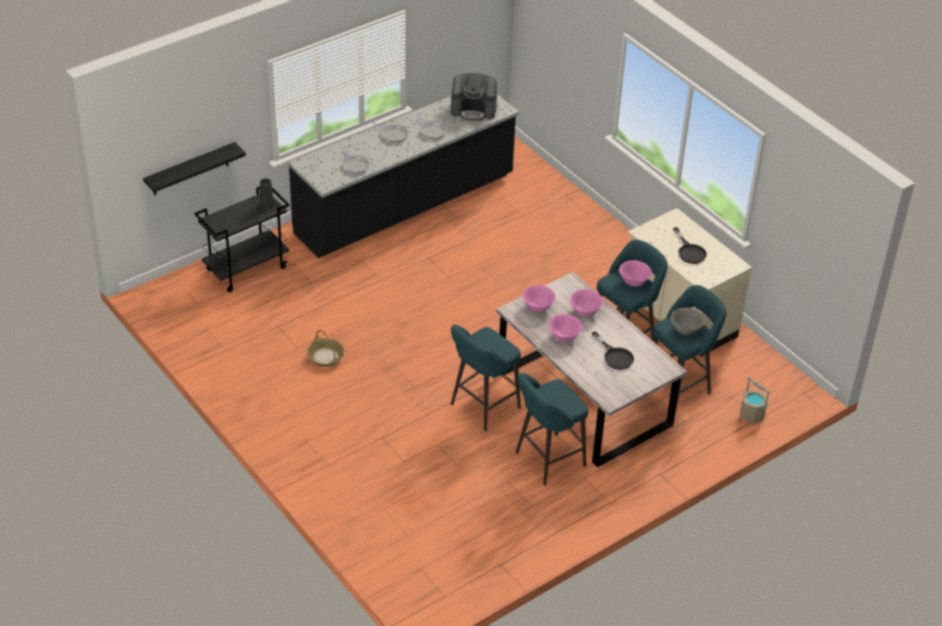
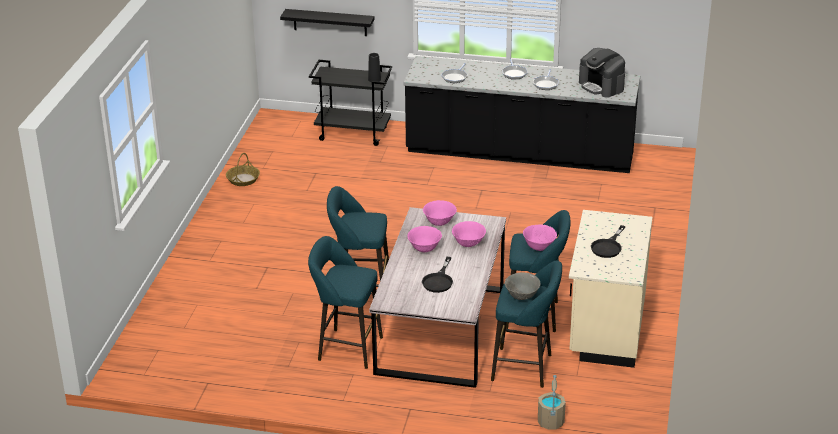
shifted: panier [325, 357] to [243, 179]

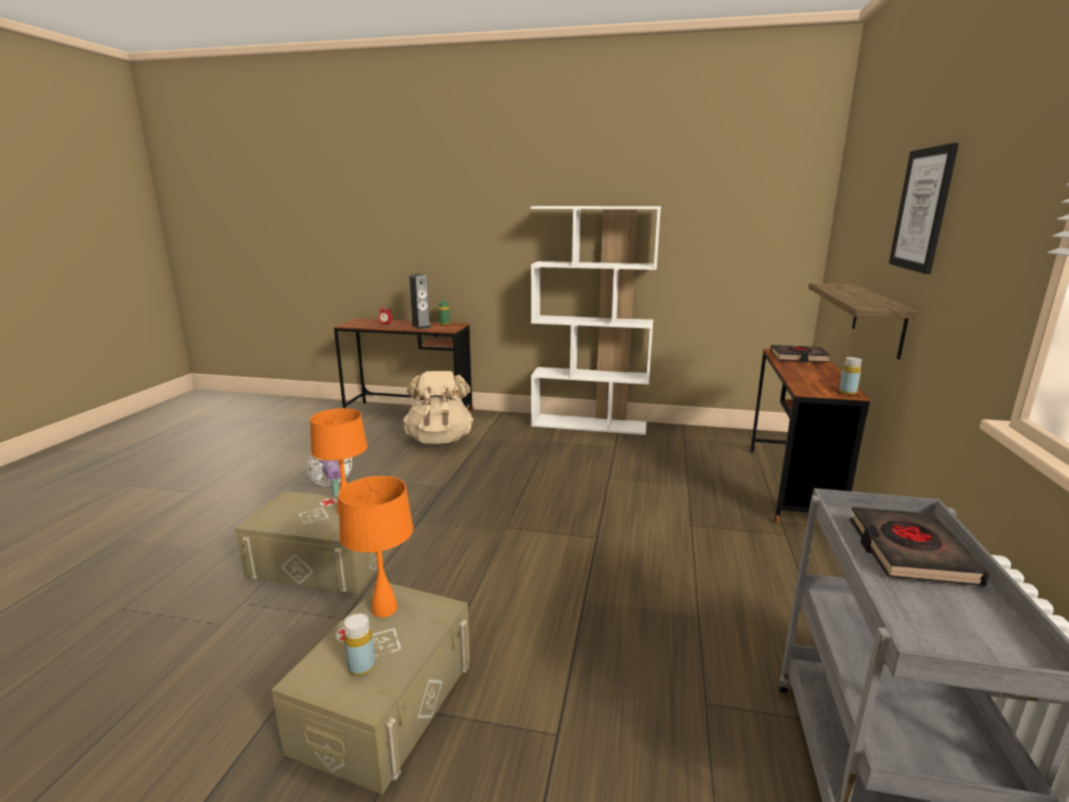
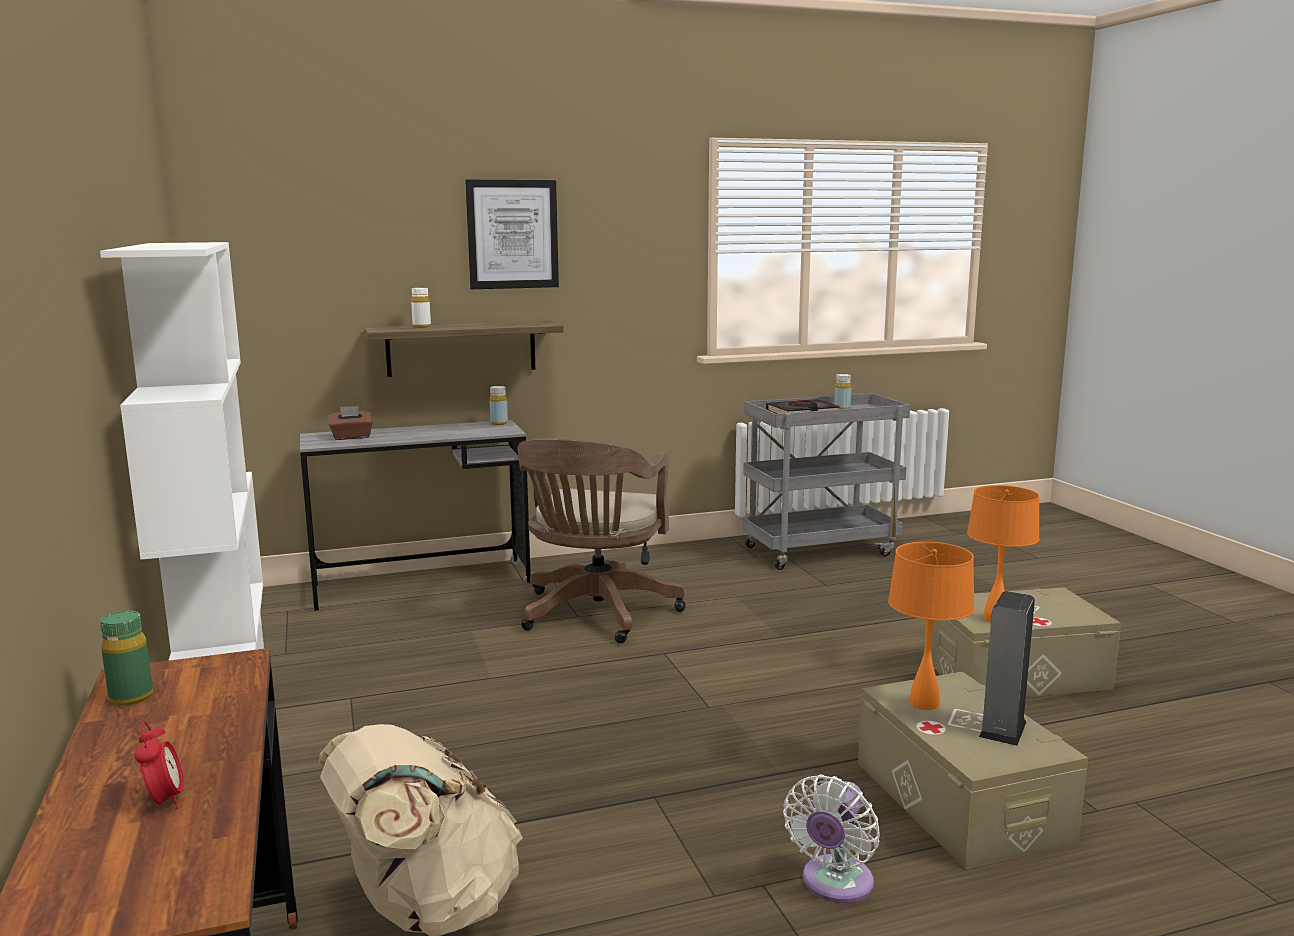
new: bouteille/blanc [421, 327]; chaise de bureau/marron [596, 615]
shifted: enceinte [421, 326] to [1002, 729]; bouteille/jaune [361, 667] to [842, 409]
swapped: livre/noir [798, 357] to boîte à mouchoirs/marron [351, 437]
repainted: bureau/marron [791, 485] to bureau/gris [422, 585]

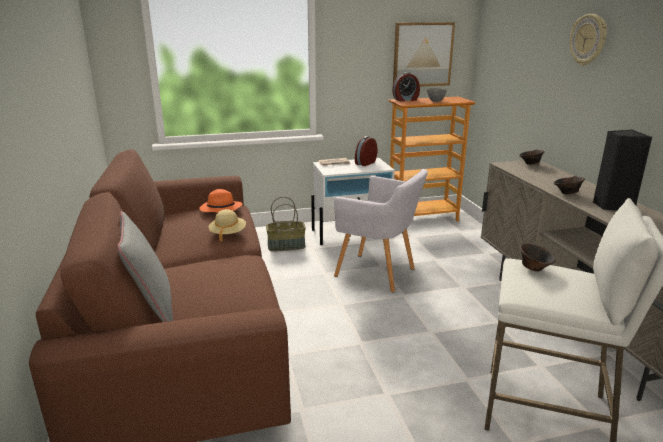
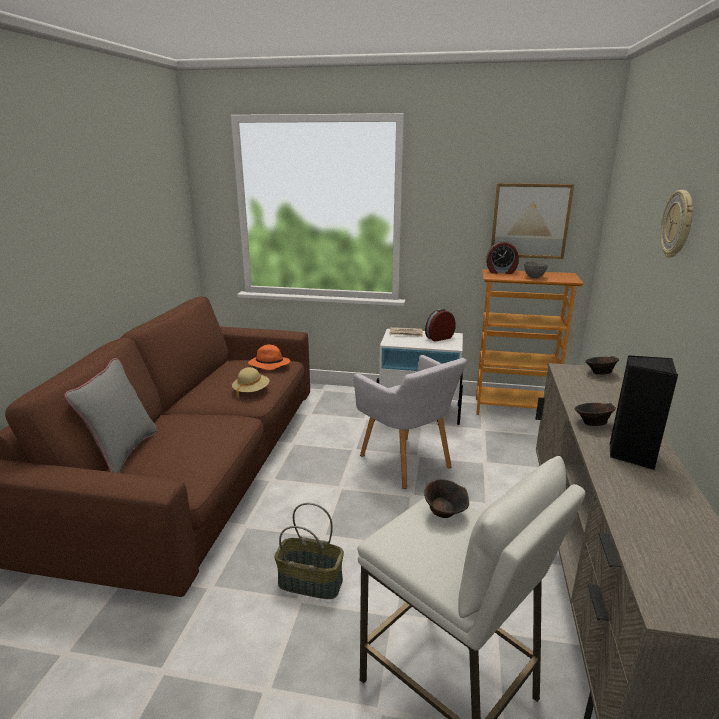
shifted: panier [286, 246] to [311, 582]

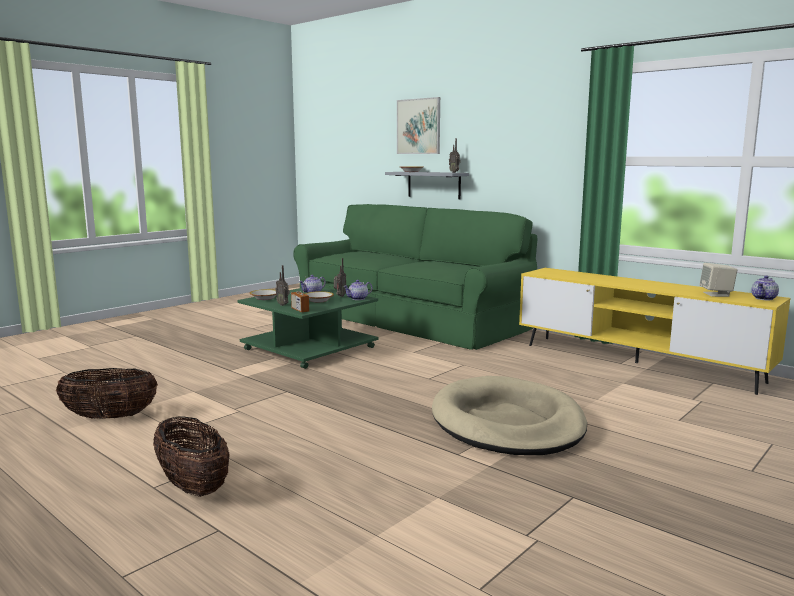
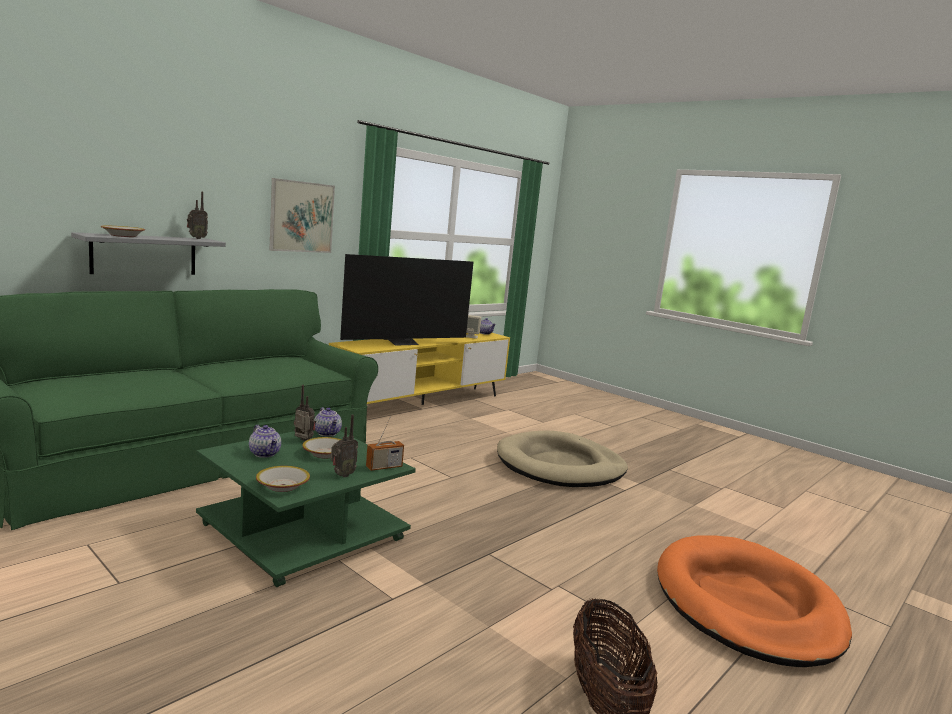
new: téléviseur [403, 343]
shifted: tableau [418, 126] to [301, 217]
swapped: panier [193, 486] to panier pour chien/orange [746, 605]

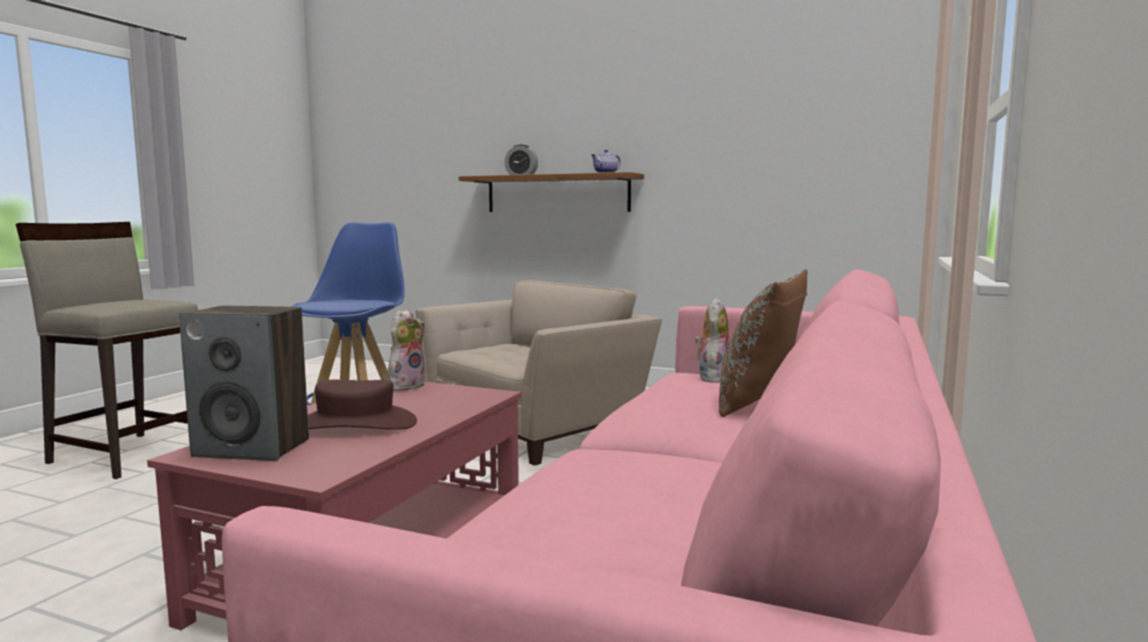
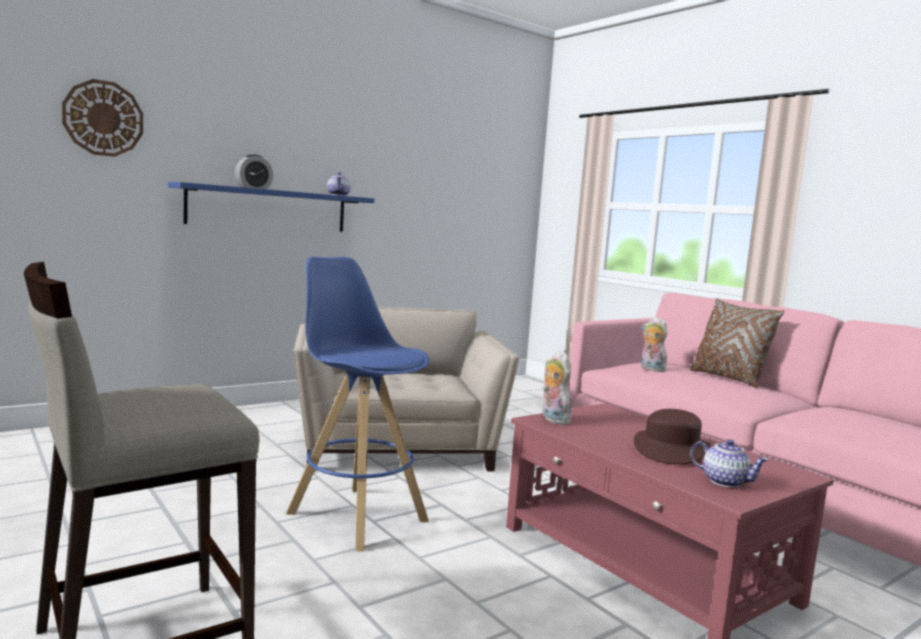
new: horloge murale [103, 118]
swapped: enceinte [253, 448] to théière [724, 481]
repainted: étagère/marron [557, 194] to étagère/bleu [269, 209]

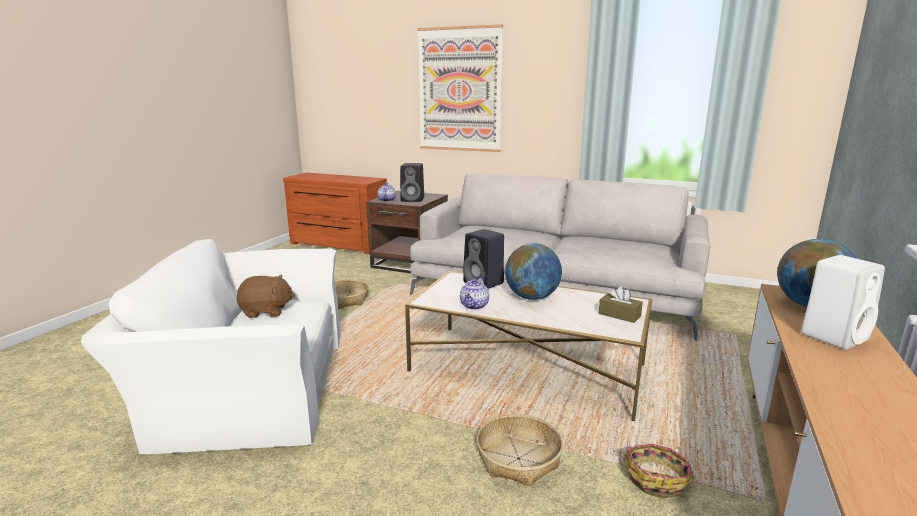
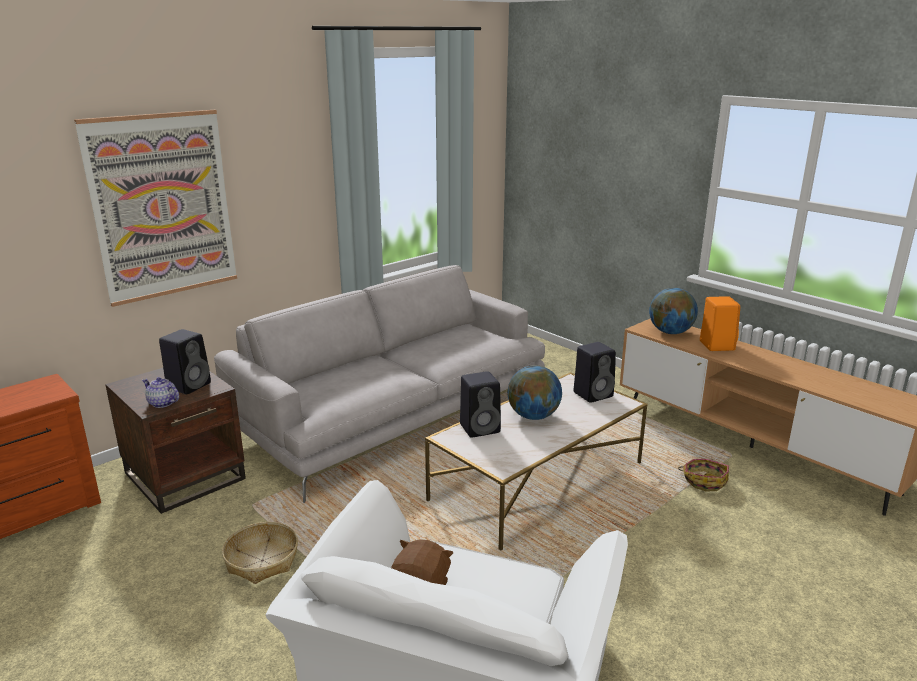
gone: théière [474, 306]; panier [519, 458]
swapped: boîte à mouchoirs/marron [619, 315] to enceinte/noir [593, 394]
repainted: enceinte/blanc [834, 336] to enceinte/orange [716, 345]

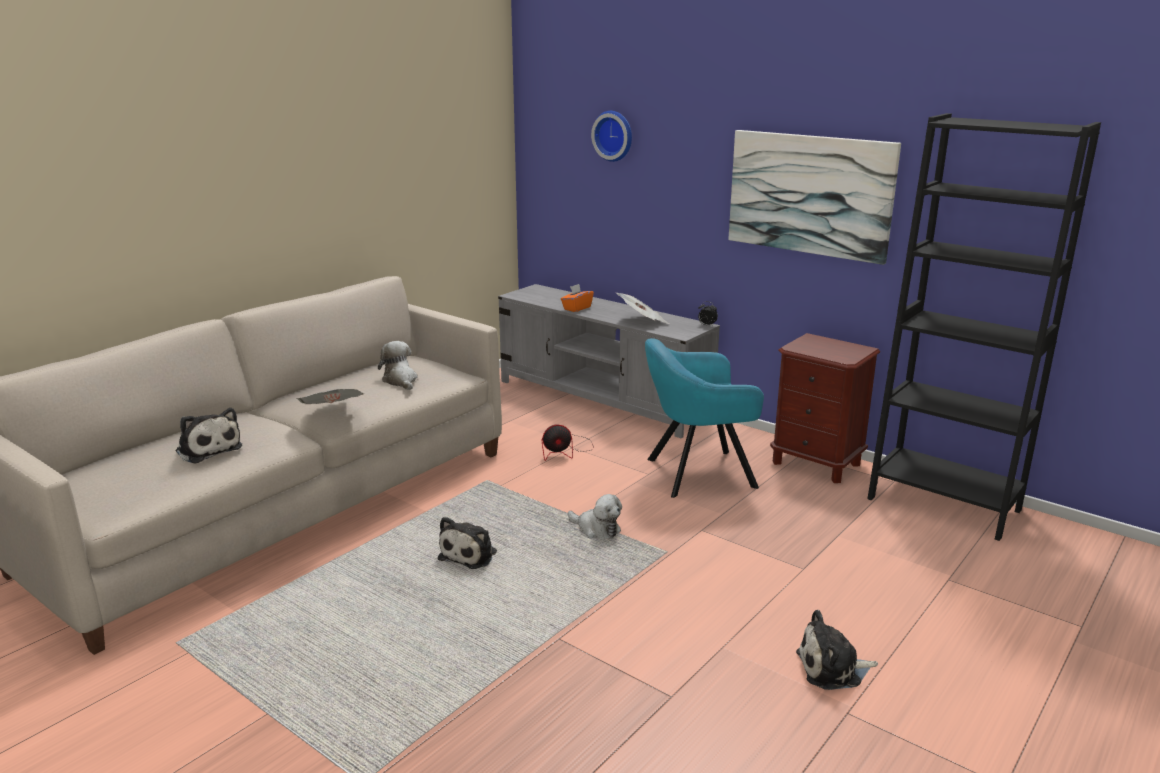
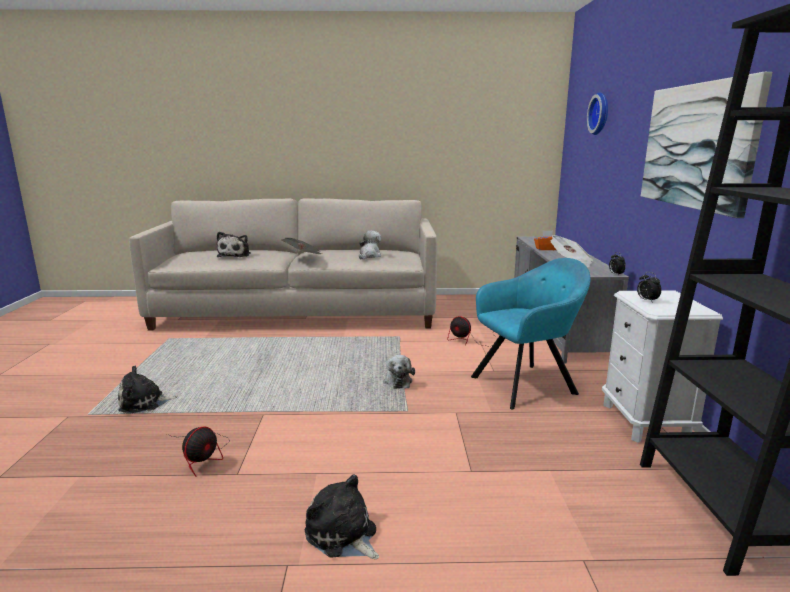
new: réveil [646, 300]; ventilateur [203, 455]
shifted: peluche [470, 554] to [145, 403]
repainted: table de chevet/marron [816, 463] to table de chevet/blanc [645, 421]
rotated: fauteuil/turquoise [696, 473] = [527, 384] 120 degrees clockwise

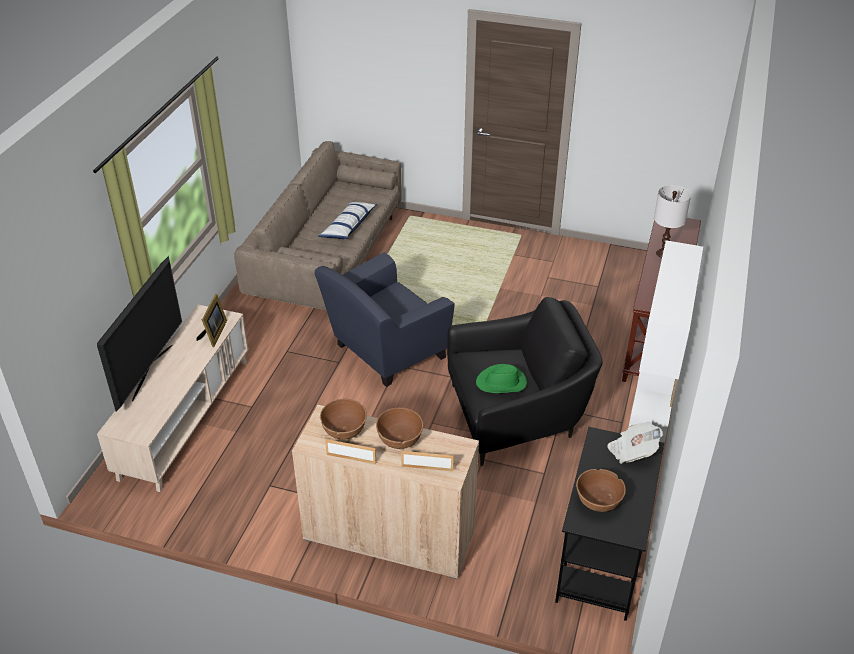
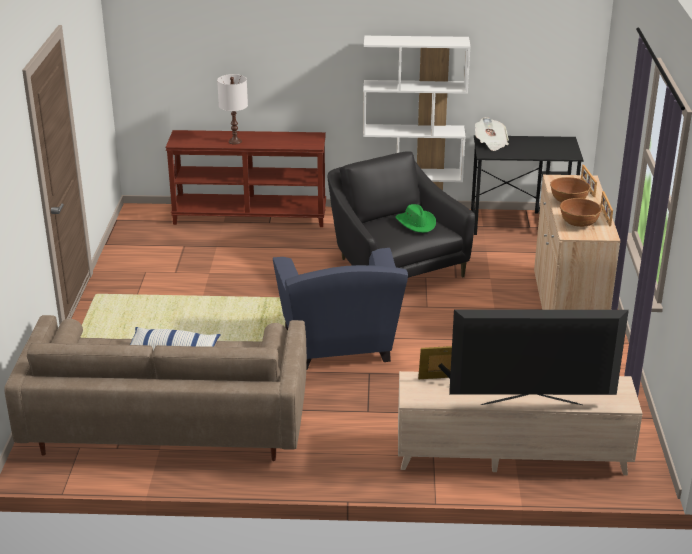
gone: bol/marron [598, 501]
rotated: fauteuil/bleu [385, 352] = [340, 347] 45 degrees clockwise

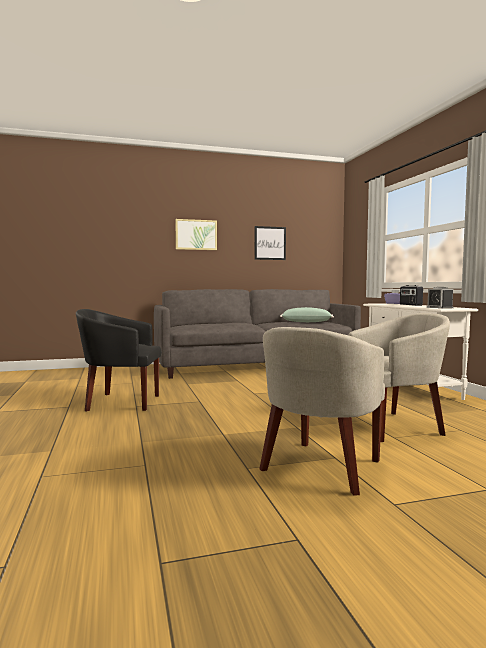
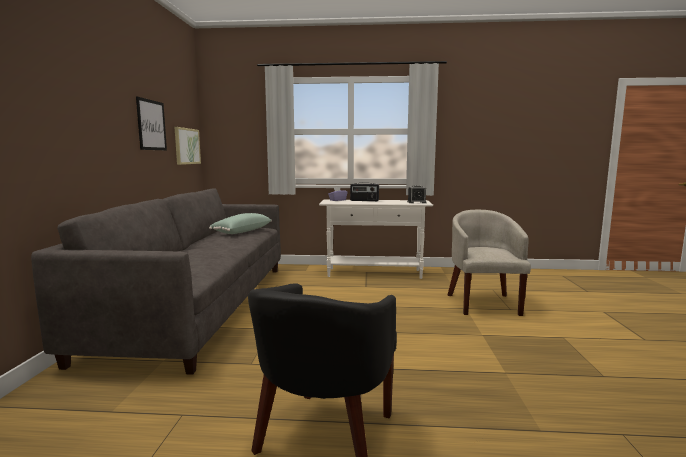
gone: fauteuil/beige [321, 468]
shifted: tableau [196, 235] to [187, 146]

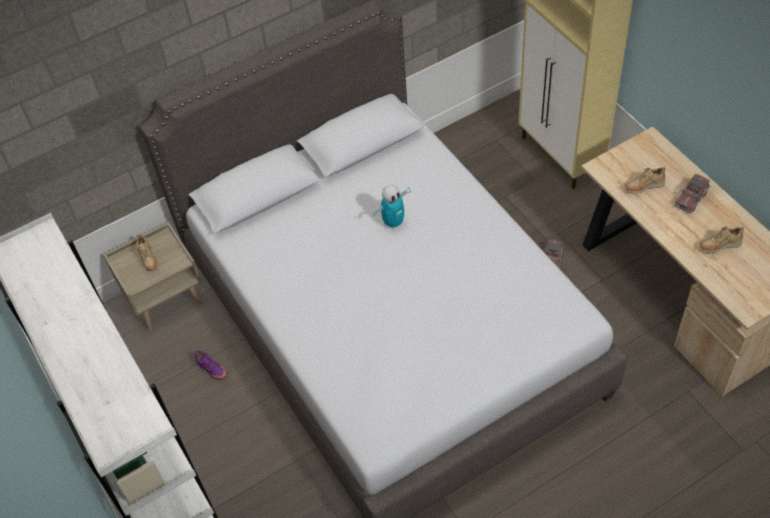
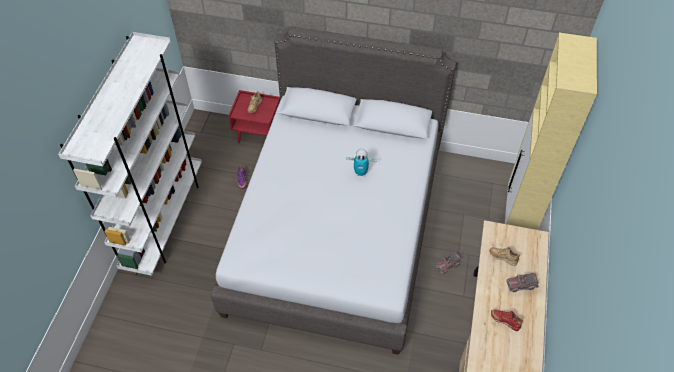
repainted: table de chevet/beige [166, 299] to table de chevet/rouge [259, 135]; chaussure/beige [719, 246] to chaussure/rouge [505, 321]

